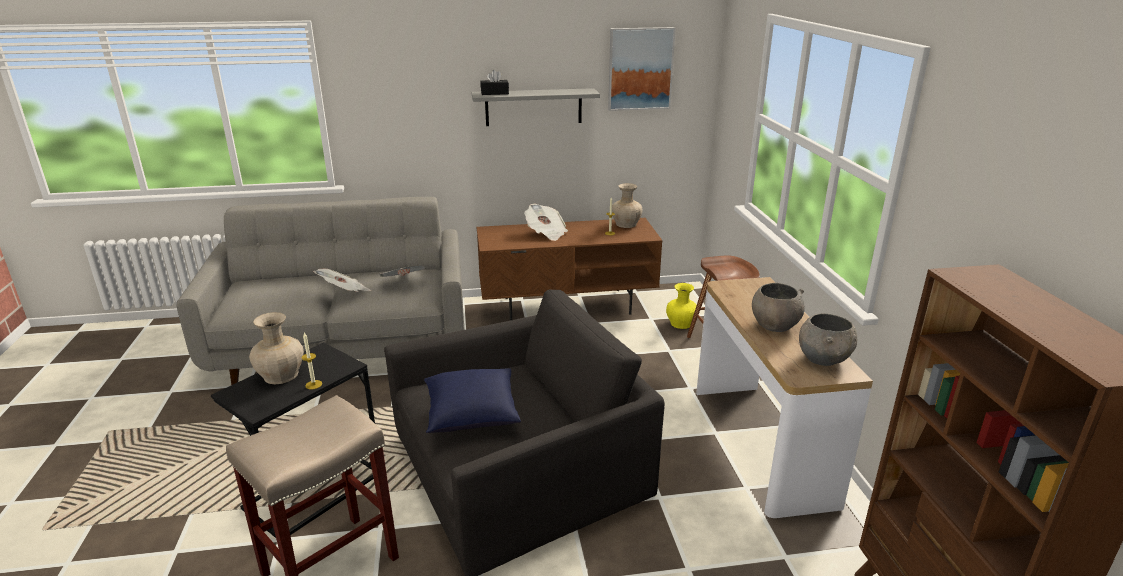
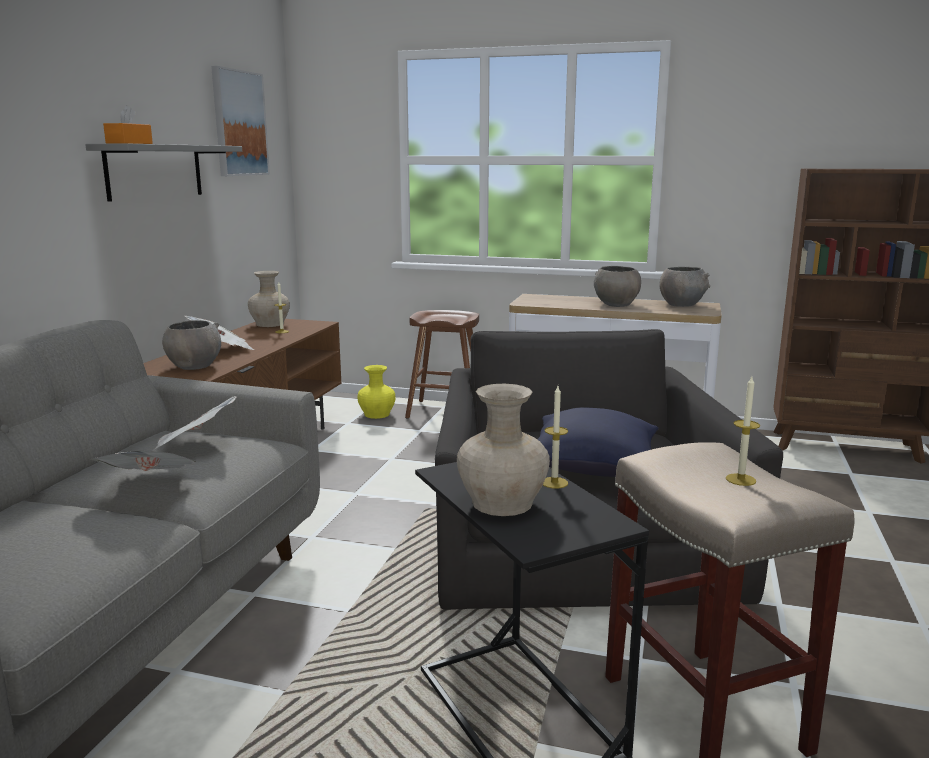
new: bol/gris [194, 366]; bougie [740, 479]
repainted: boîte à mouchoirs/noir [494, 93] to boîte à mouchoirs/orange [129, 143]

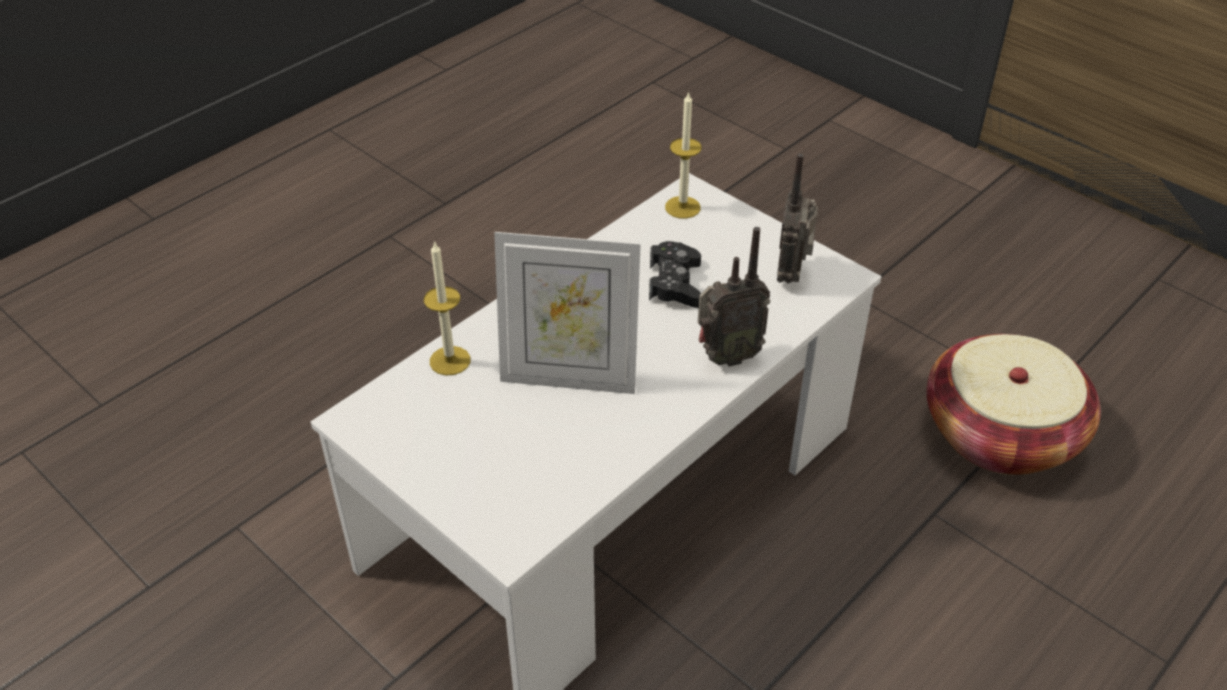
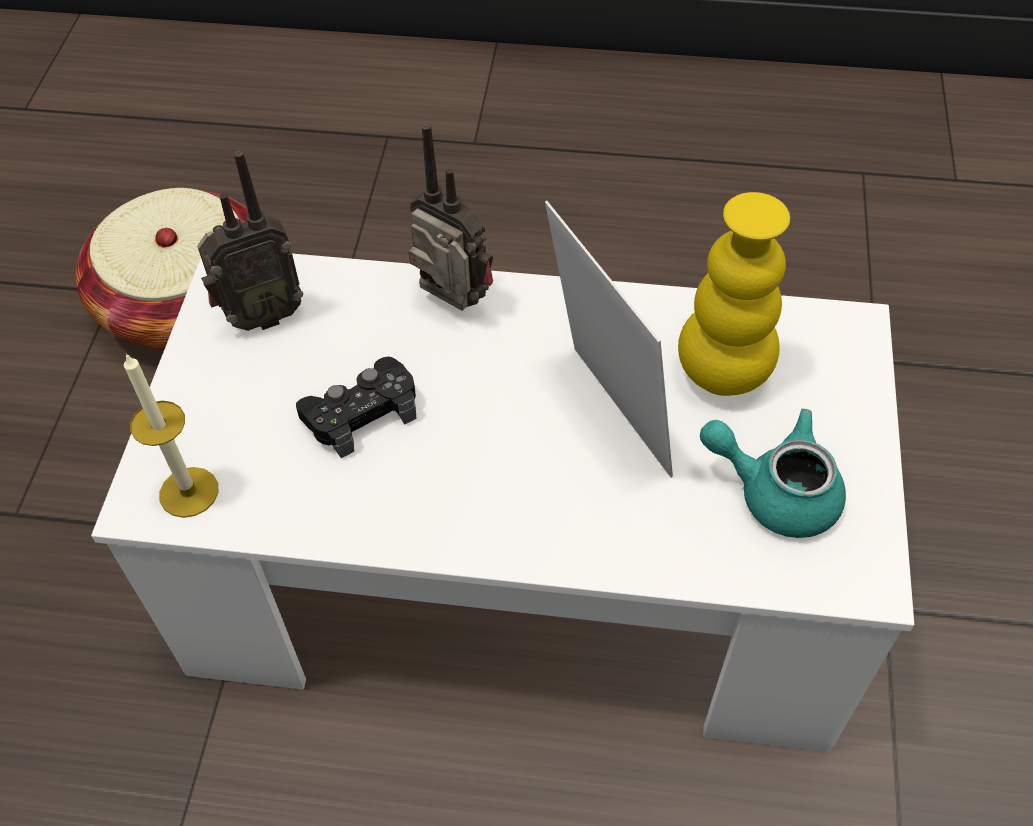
gone: bougie [450, 360]
new: vase/jaune [722, 374]; théière/turquoise [775, 491]

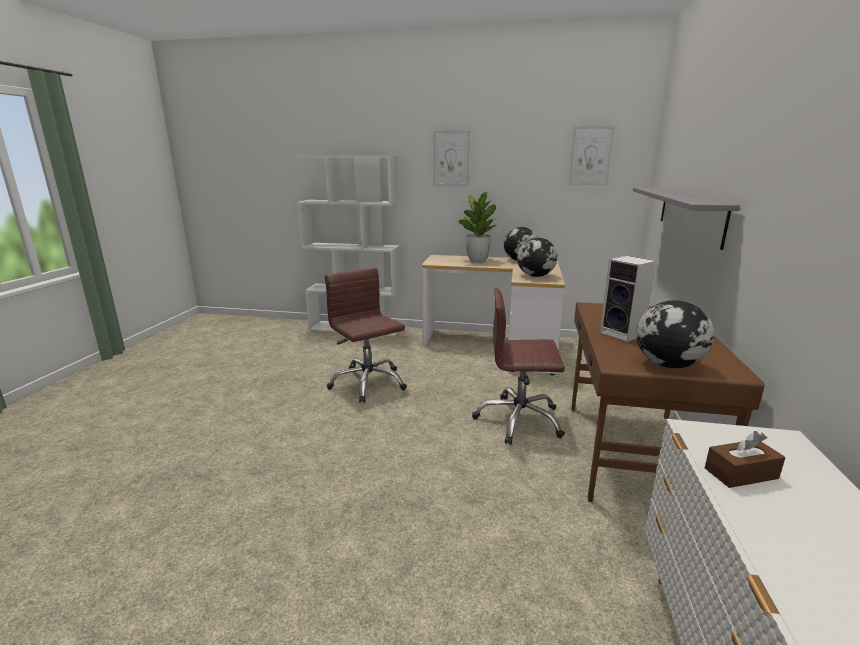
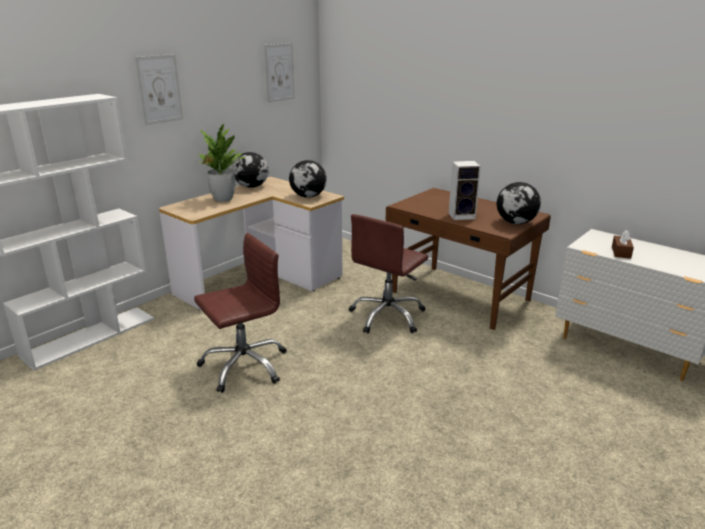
gone: étagère/gris [690, 214]
rotated: chaise de bureau/marron [368, 383] = [244, 365] 150 degrees clockwise

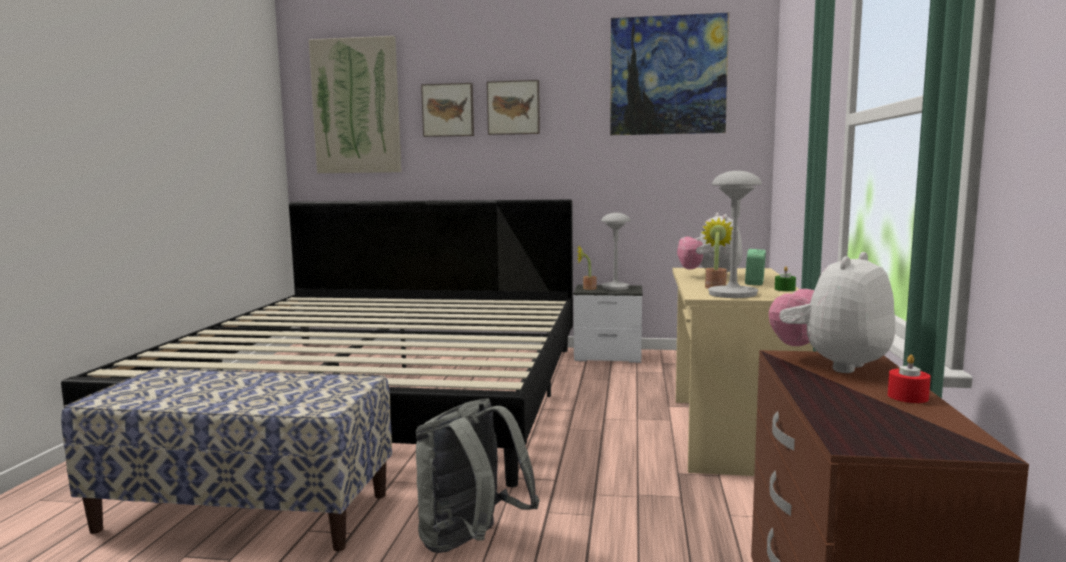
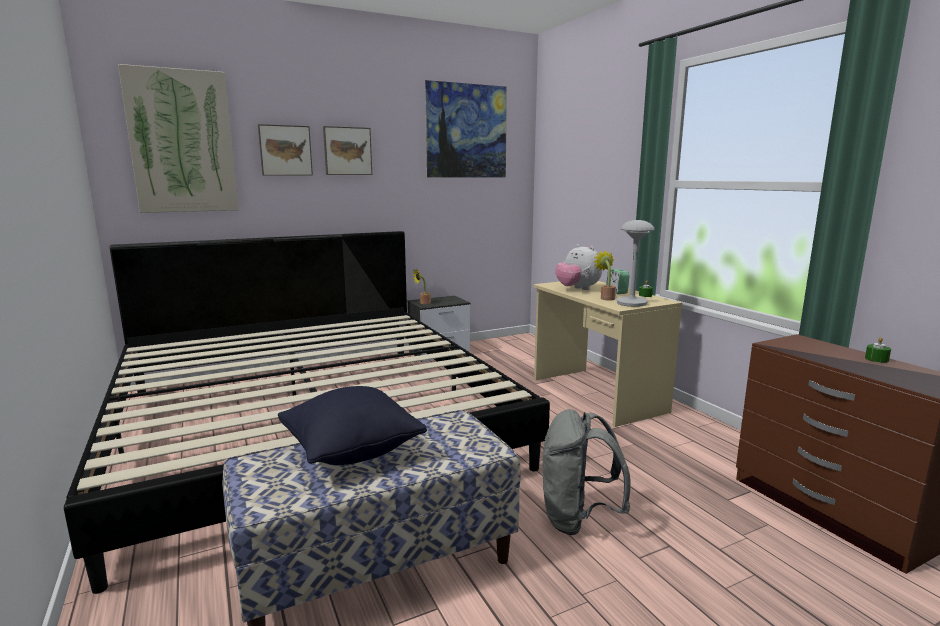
gone: lampe de table/gris [615, 287]; peluche [831, 365]
new: coussin/noir [352, 452]
repainted: bougie/rouge [907, 397] to bougie/vert [876, 359]

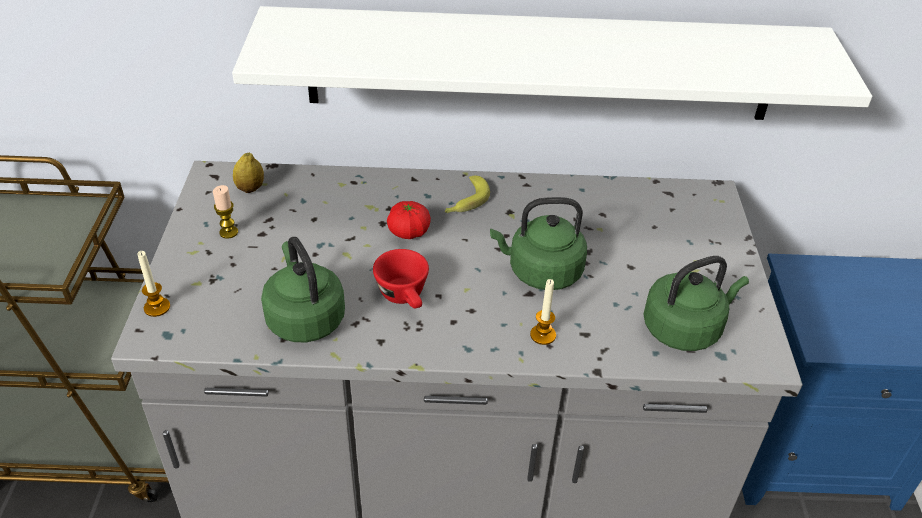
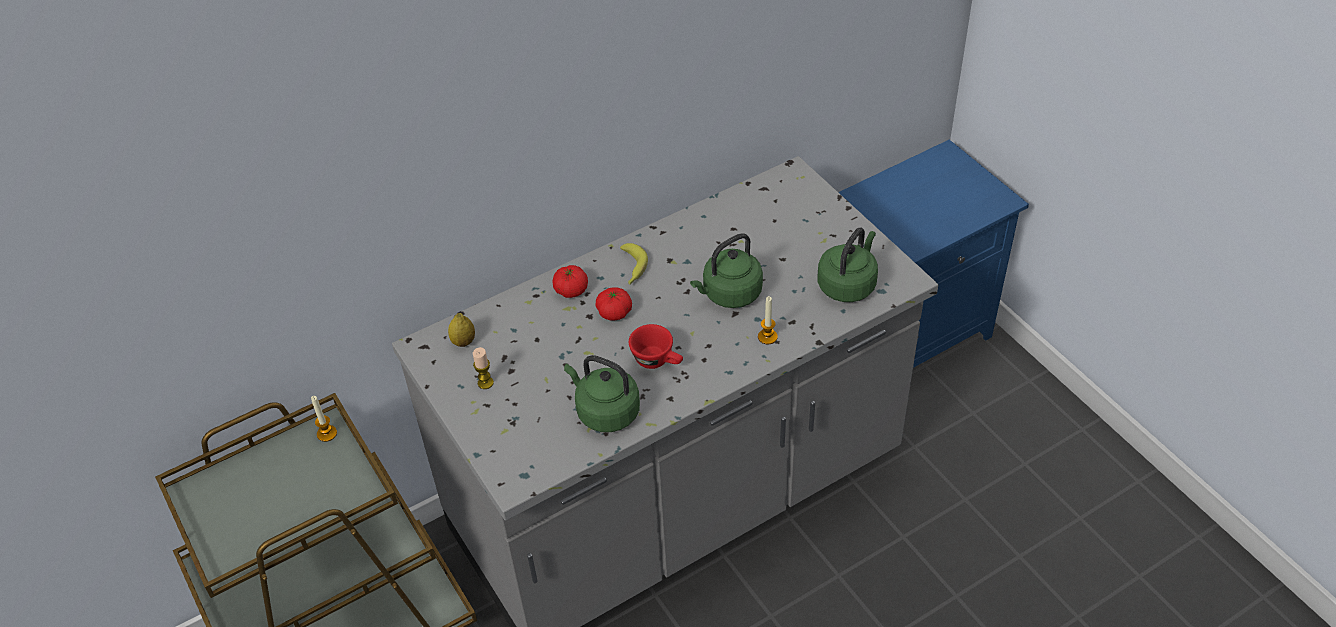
gone: étagère/blanc [540, 64]
new: tomate [571, 290]
shifted: bougie [157, 307] to [327, 433]

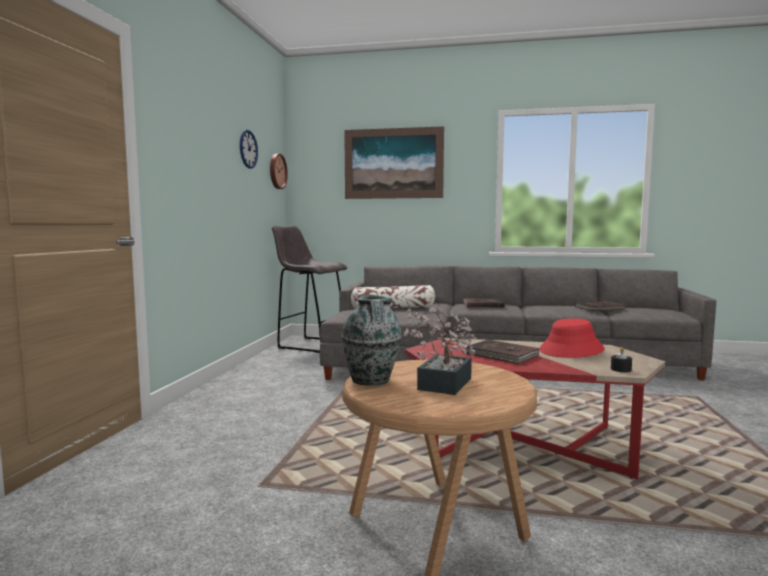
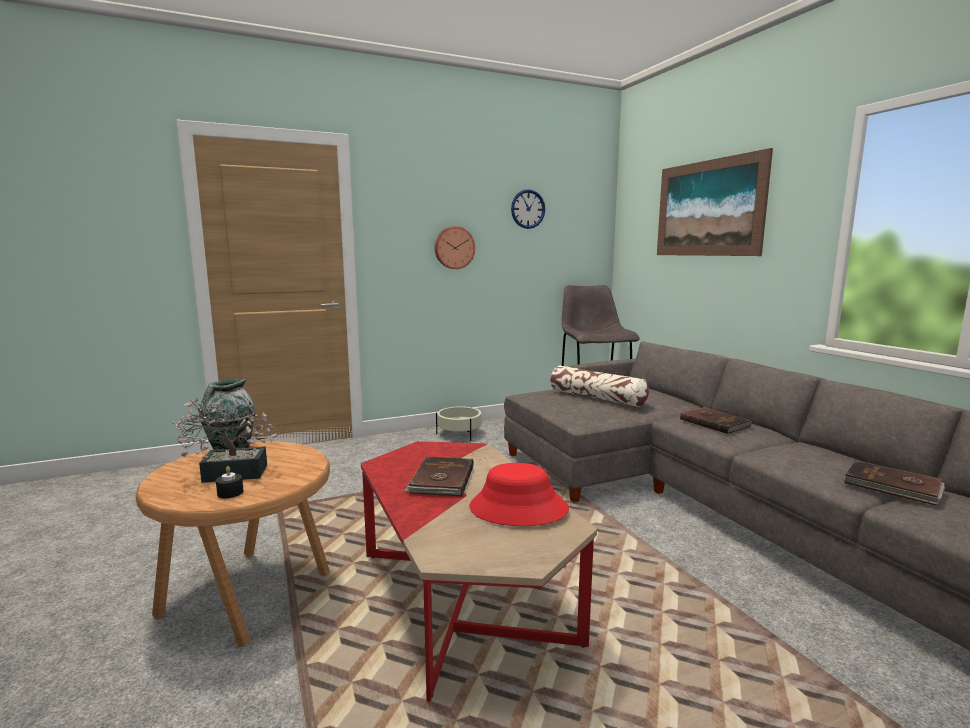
new: cache-pot/beige [459, 433]
shifted: horloge murale [276, 171] to [454, 247]; bougie/noir [621, 369] to [230, 493]

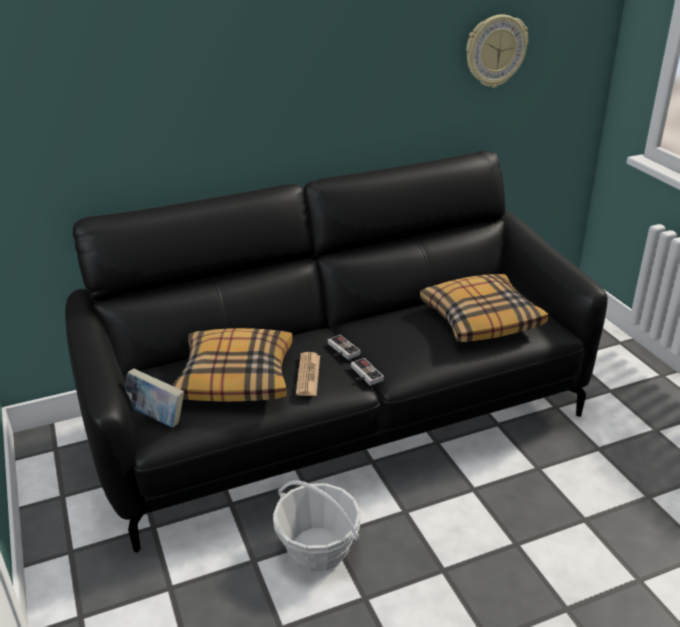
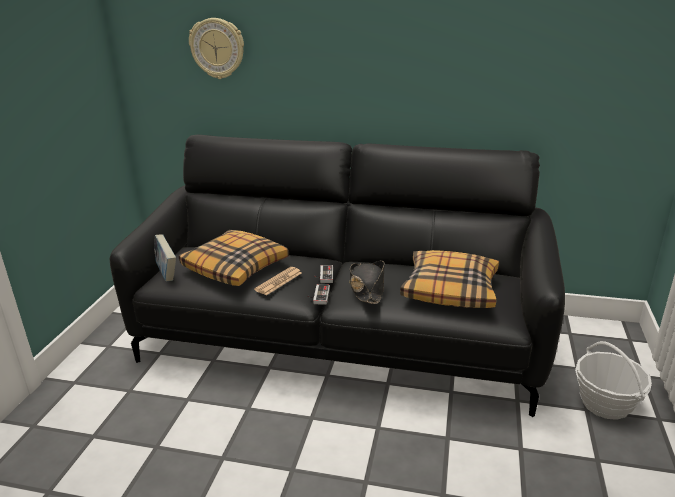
new: chapeau/noir [367, 288]
shifted: horloge murale [495, 51] to [217, 48]; panier [318, 549] to [605, 403]

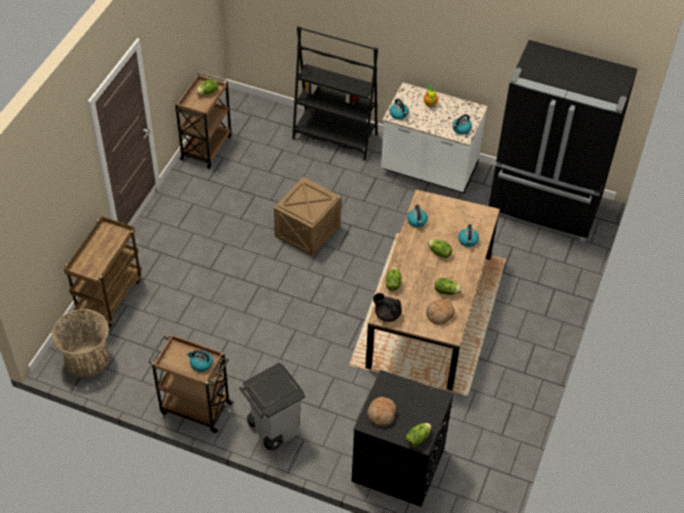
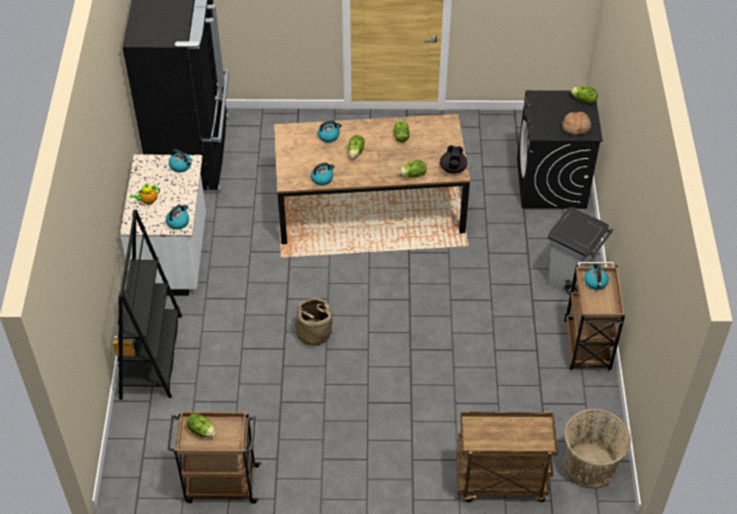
gone: pain [440, 314]
swapped: caisse [308, 231] to panier [313, 333]

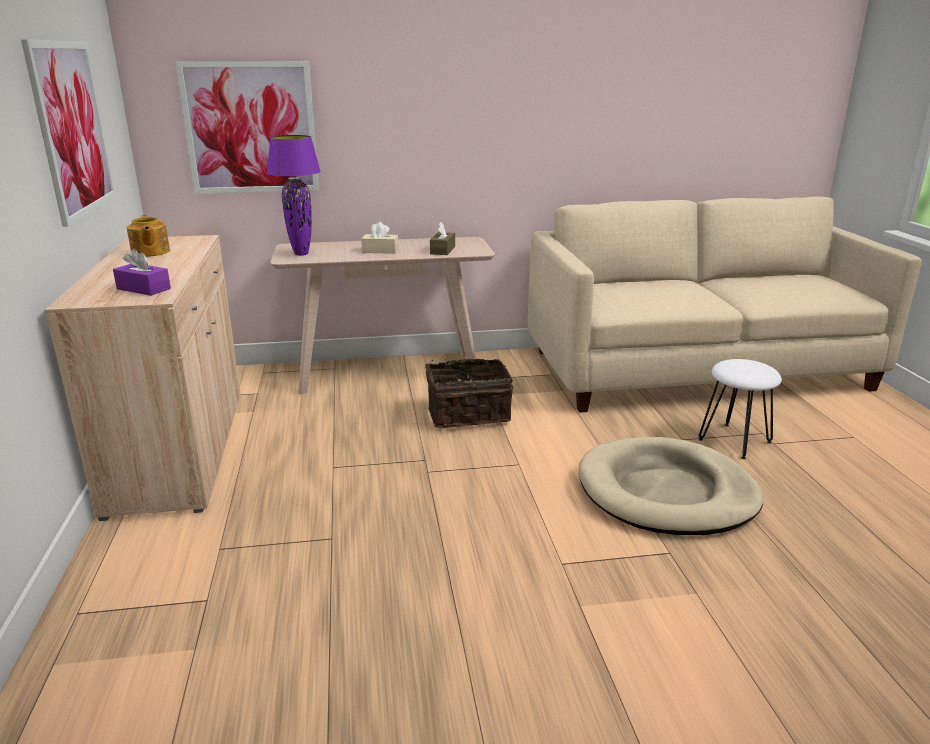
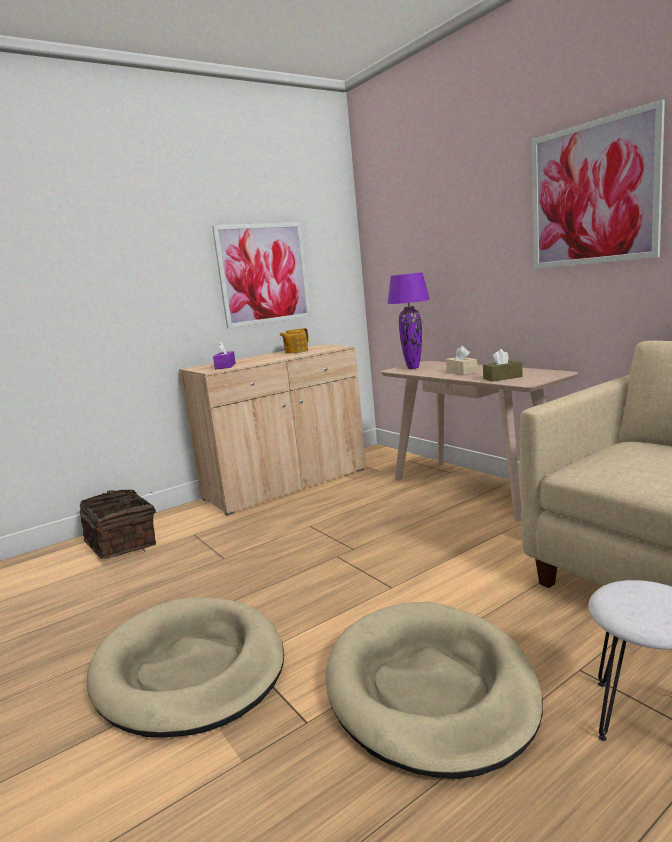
new: panier pour chien/beige [189, 669]
shifted: tableau [250, 128] to [592, 194]; panier [467, 413] to [123, 542]

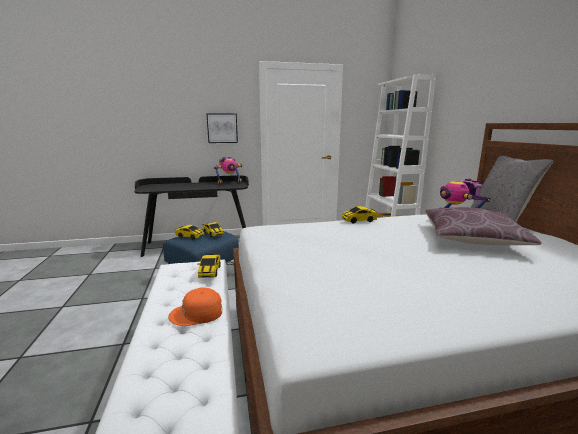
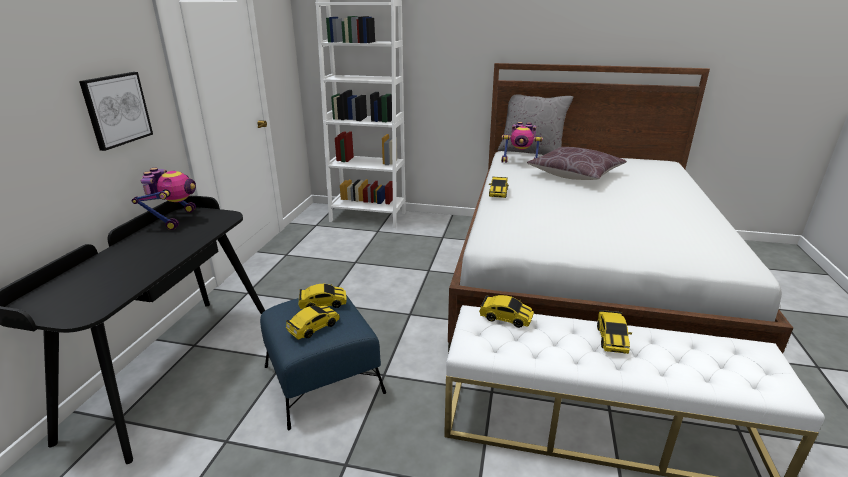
swapped: casquette/orange [197, 313] to petite voiture [611, 339]

